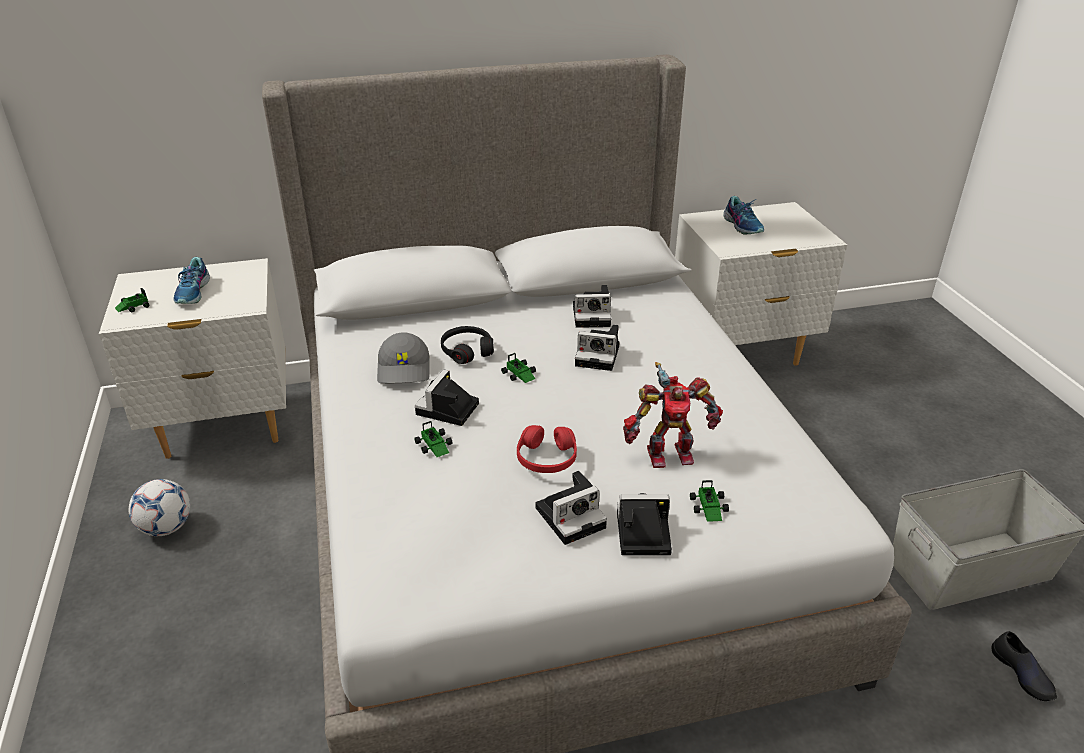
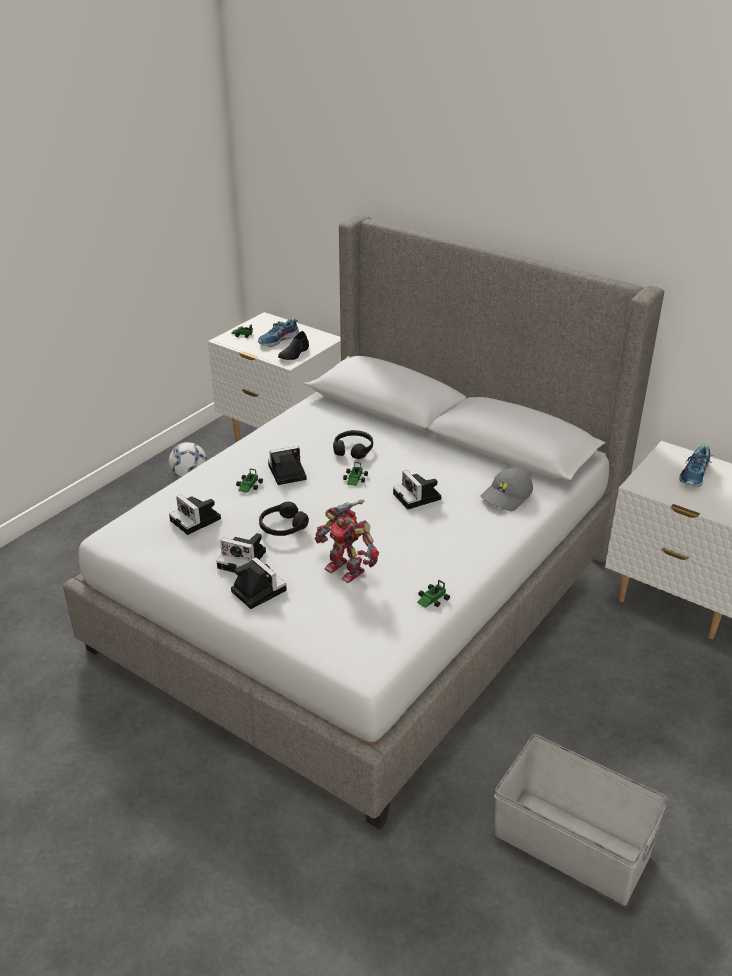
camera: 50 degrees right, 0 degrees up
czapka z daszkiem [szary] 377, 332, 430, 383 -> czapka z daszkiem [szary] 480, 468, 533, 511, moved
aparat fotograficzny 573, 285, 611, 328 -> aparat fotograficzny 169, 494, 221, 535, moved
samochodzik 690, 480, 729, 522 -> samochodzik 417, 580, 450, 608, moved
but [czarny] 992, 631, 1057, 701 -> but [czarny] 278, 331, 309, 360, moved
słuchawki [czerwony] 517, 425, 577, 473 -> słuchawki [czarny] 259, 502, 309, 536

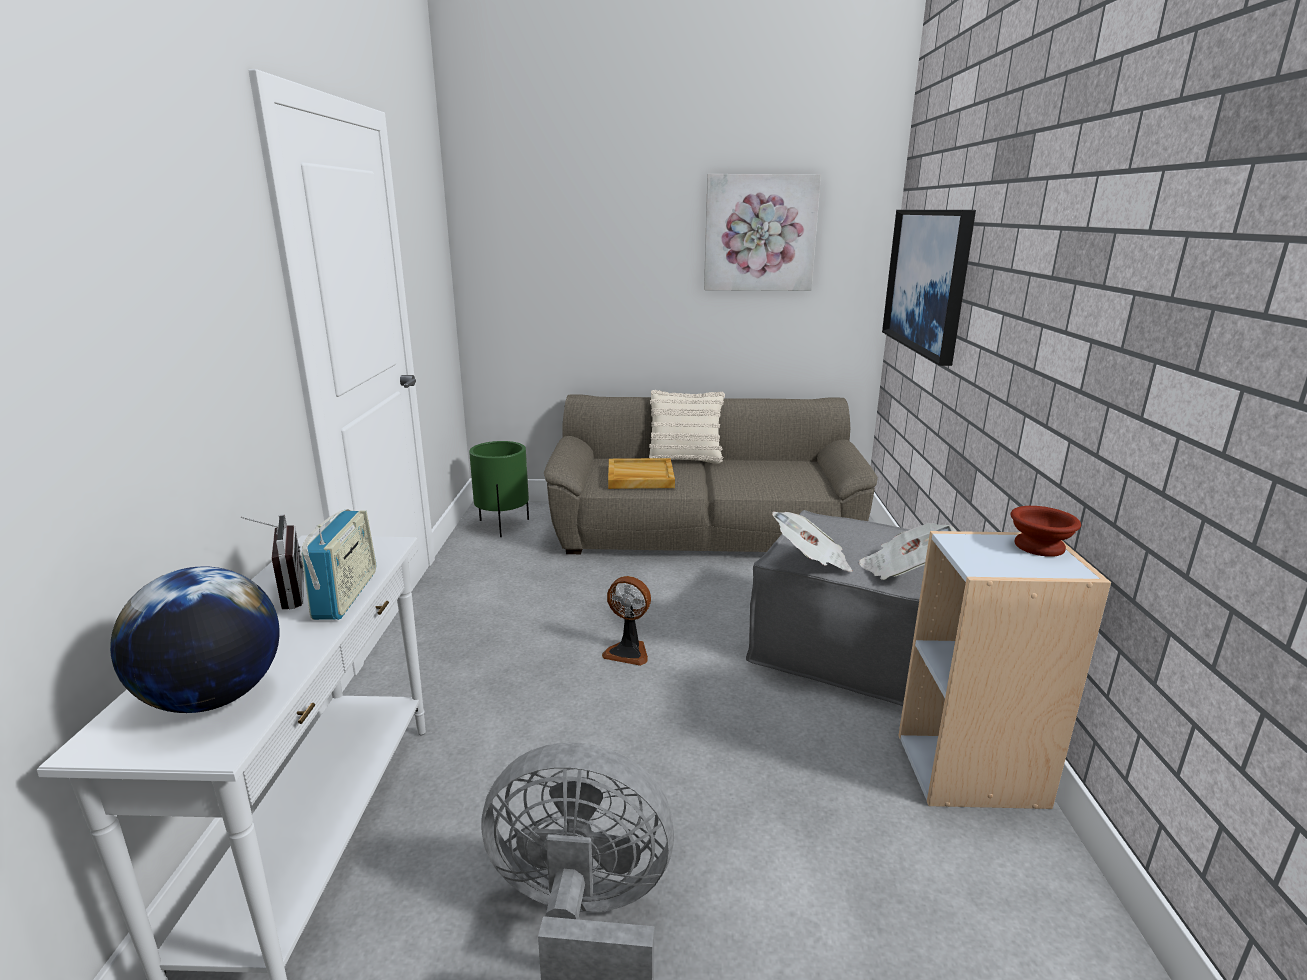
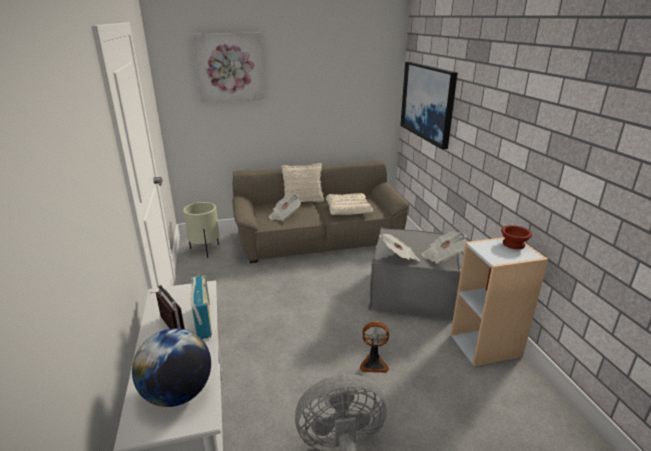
camera: 15 degrees left, 5 degrees up
none -> poduszka [beżowy] 326, 193, 373, 215
wentylator 602, 576, 651, 666 -> wentylator 360, 321, 389, 373, moved
obraz 704, 174, 821, 291 -> obraz 192, 33, 264, 102, moved
taca [beżowy] 608, 458, 675, 489 -> gazeta 269, 194, 301, 221
donica [zielony] 469, 441, 529, 537 -> donica [beżowy] 183, 202, 220, 258

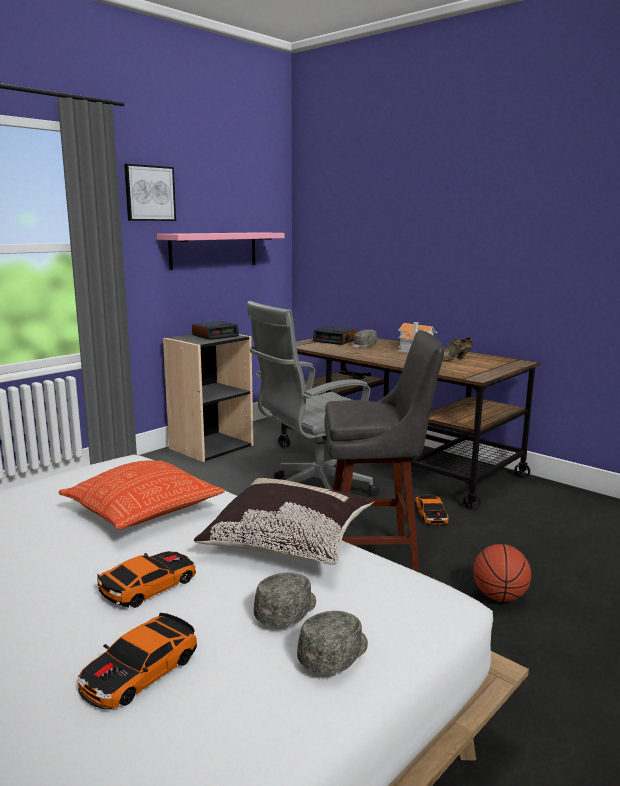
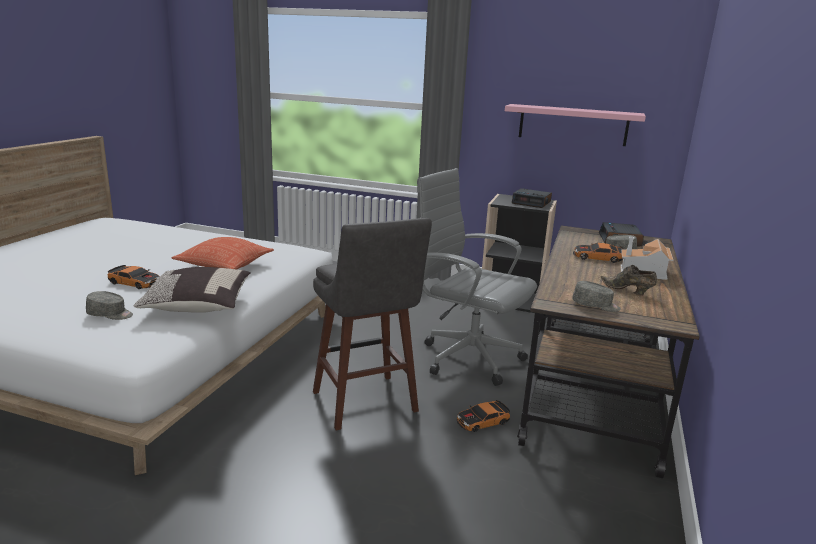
camera: 65 degrees right, 5 degrees up
obraz 124, 164, 176, 221 -> none
piłka do koszykówki 473, 544, 531, 602 -> none
samochodzik 78, 613, 197, 709 -> samochodzik 573, 243, 624, 263, moved
czapka z daszkiem [szary] 297, 611, 368, 674 -> czapka z daszkiem [szary] 572, 281, 621, 312, moved

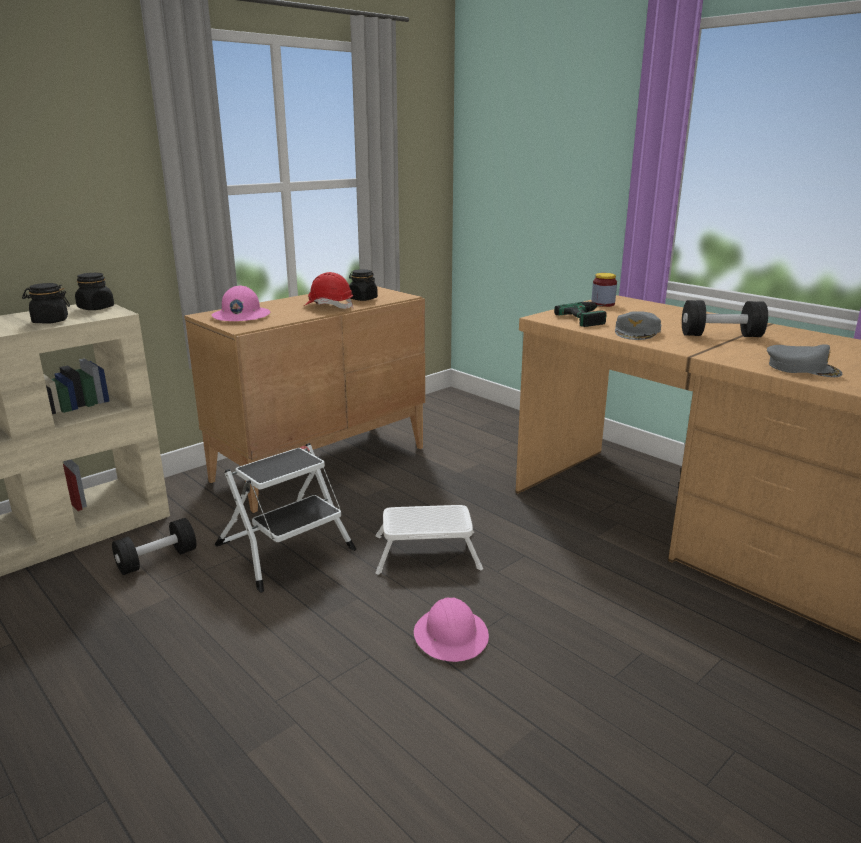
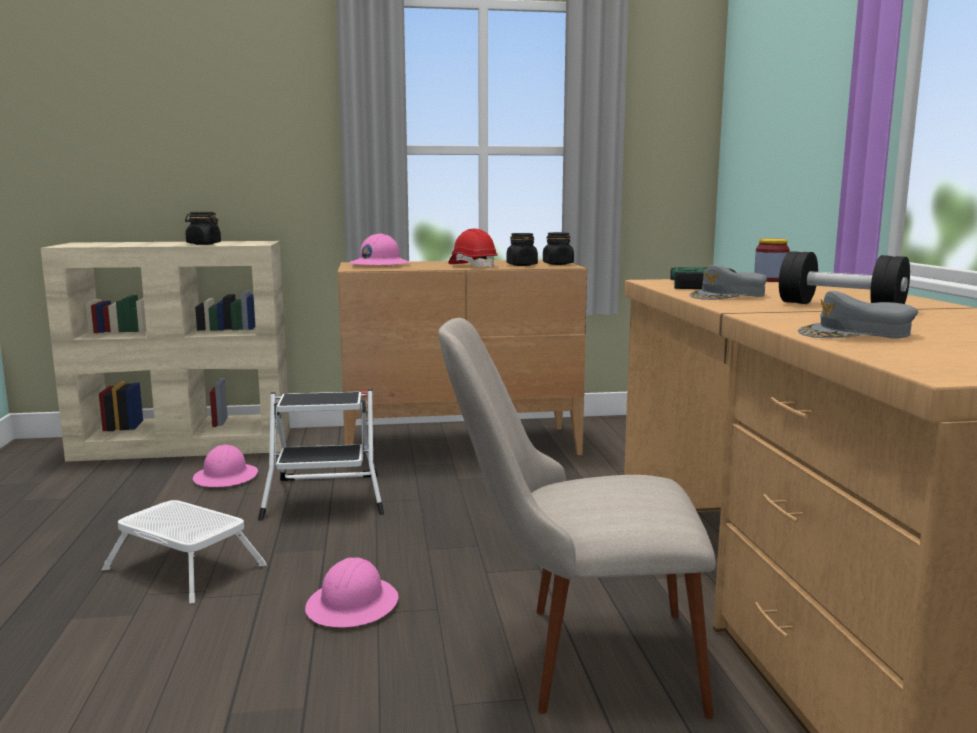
camera: 35 degrees right, 10 degrees down
none -> krzesło [beżowy] 438, 318, 715, 719
słoik [czarny] 75, 273, 114, 310 -> słoik [czarny] 543, 232, 574, 265, moved
drabinka [biały] 376, 505, 483, 575 -> drabinka [biały] 102, 500, 267, 604, moved
hantel [czarny] 112, 518, 196, 575 -> kask [różowy] 193, 445, 258, 487
czapka z daszkiem [szary] 767, 344, 843, 377 -> czapka z daszkiem [szary] 798, 291, 918, 339, 105 degrees clockwise

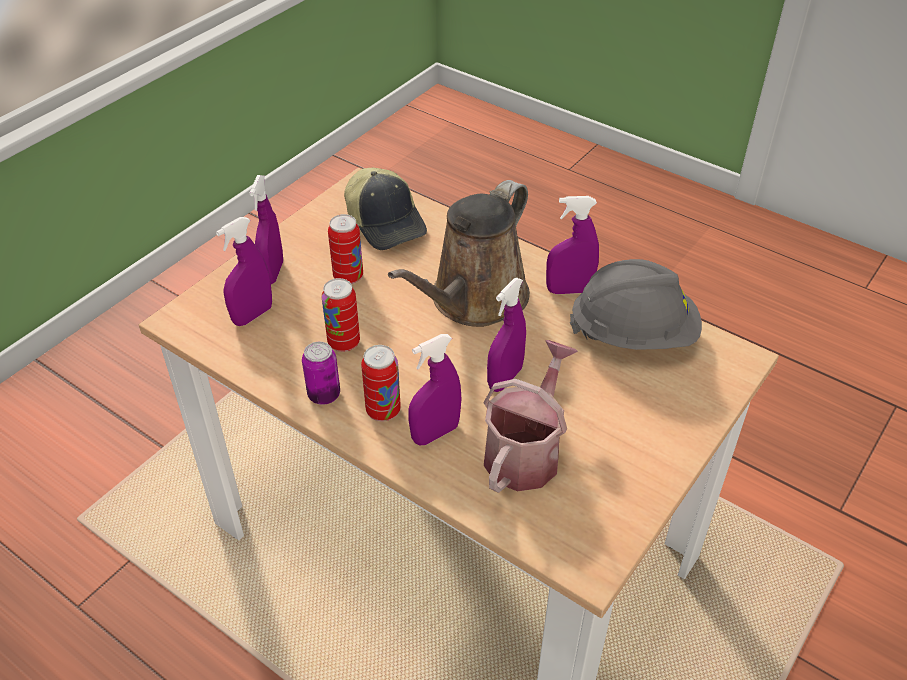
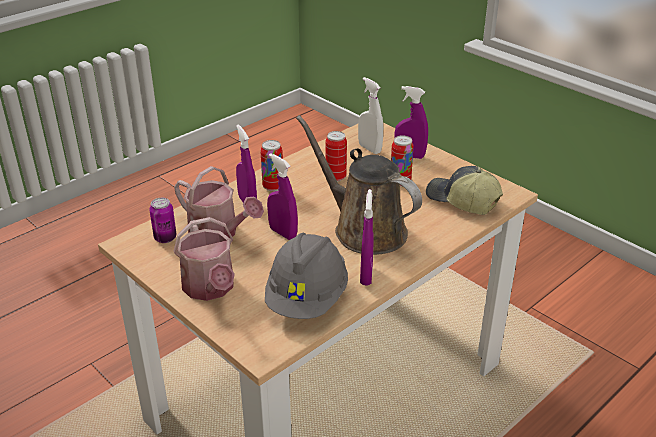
camera: 100 degrees right, 10 degrees down
none -> konewka 174, 217, 235, 301
puszka 302, 342, 340, 405 -> puszka 149, 198, 176, 243, moved
spryskiwacz [fioletowy] 216, 217, 272, 326 -> spryskiwacz [biały] 358, 77, 383, 154
czapka z daszkiem 344, 168, 427, 250 -> czapka z daszkiem 426, 166, 503, 215, 60 degrees clockwise

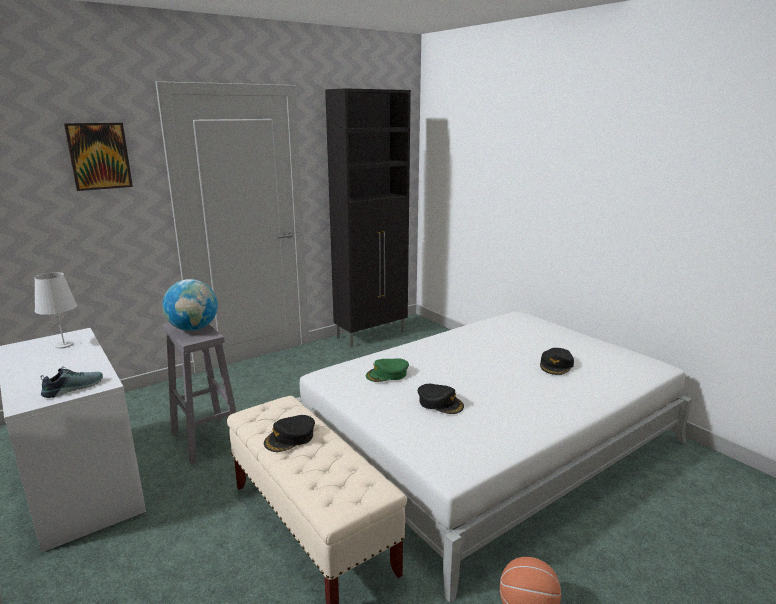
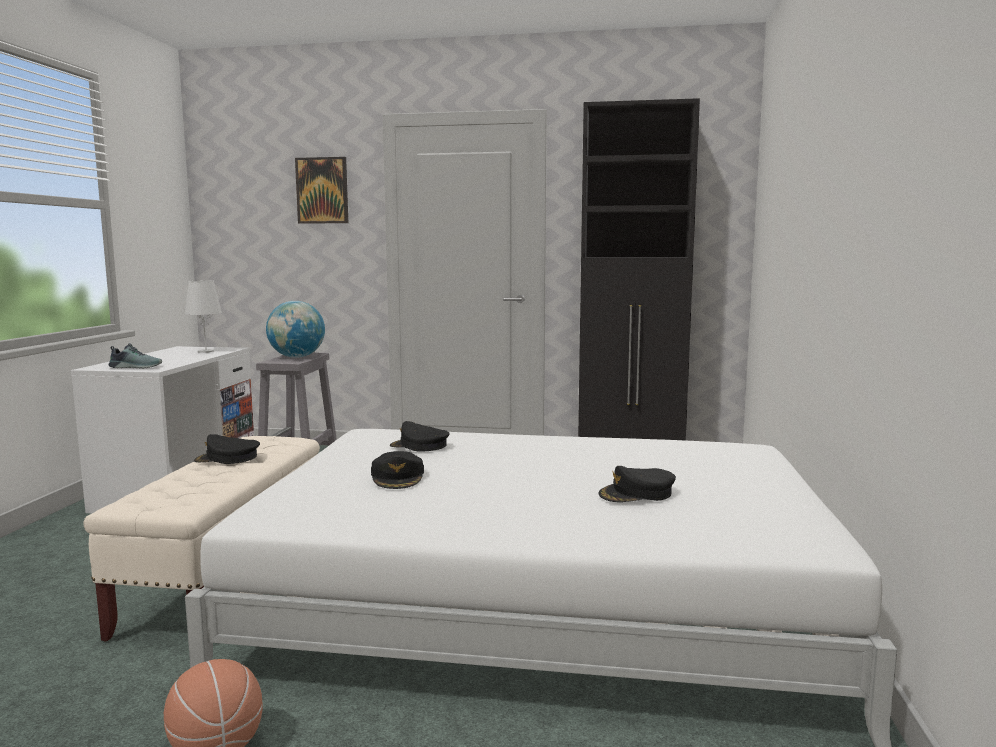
camera: 45 degrees right, 10 degrees down
czapka z daszkiem [zielony] 366, 358, 409, 382 -> czapka z daszkiem [czarny] 390, 421, 450, 451

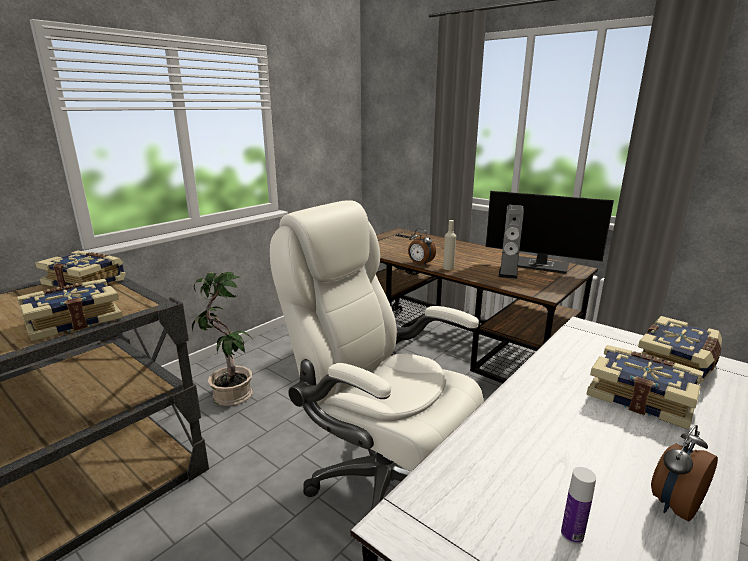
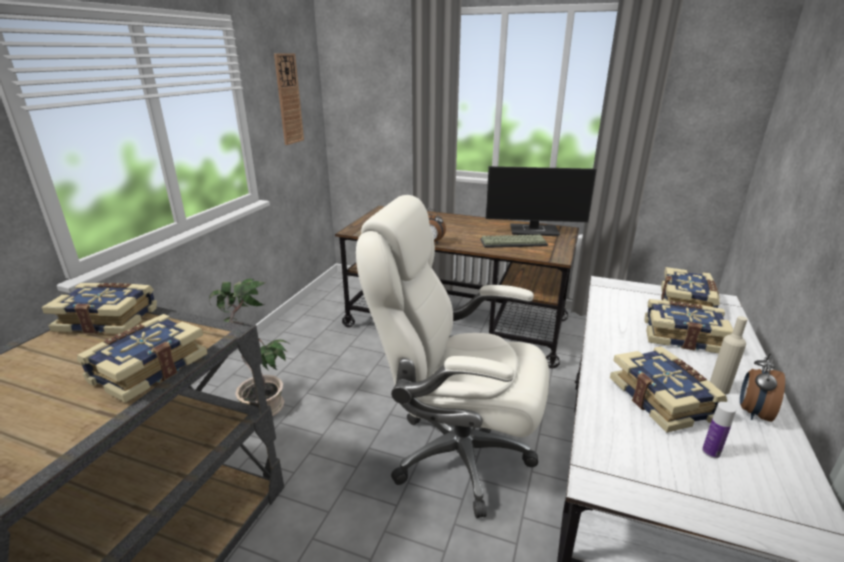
camera: 20 degrees left, 5 degrees up
none -> zegar ścienny 274, 53, 304, 145
none -> książka 610, 346, 727, 433
butelka [beżowy] 443, 220, 456, 270 -> butelka [beżowy] 710, 316, 748, 395, moved
głośnik 499, 205, 524, 279 -> klawiatura 480, 235, 548, 248

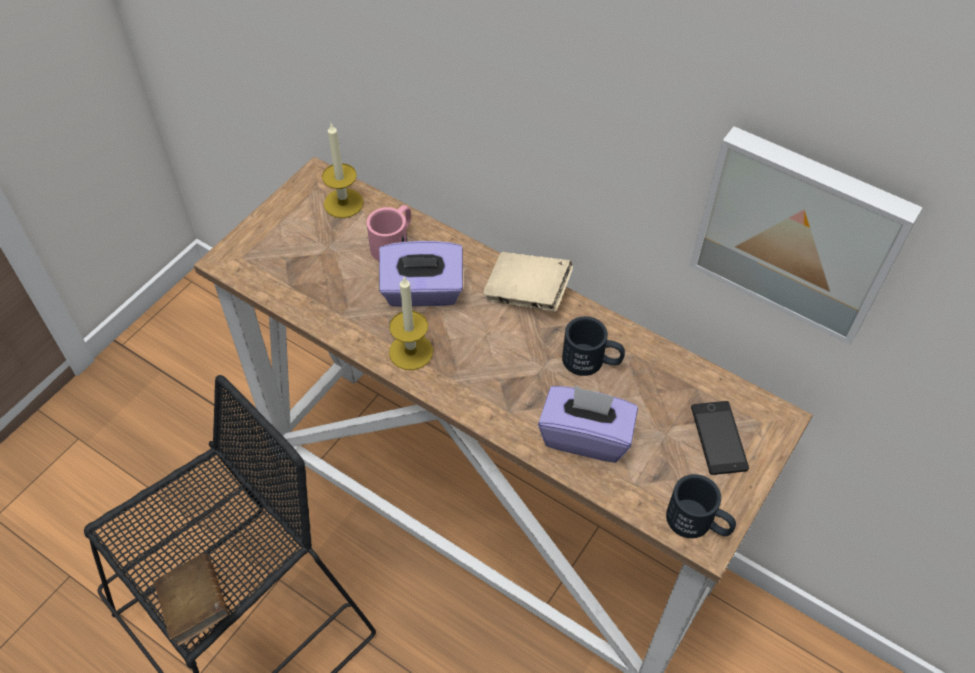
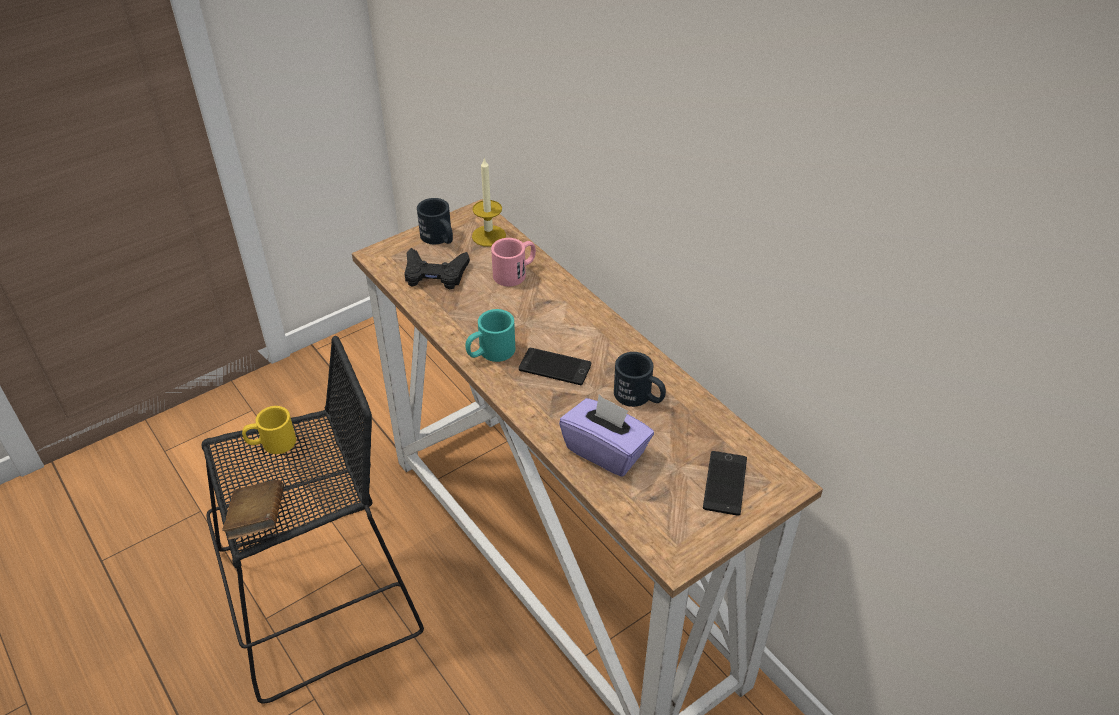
camera: 20 degrees right, 10 degrees down
pudełko chusteczek [fioletowy] 379, 241, 463, 307 -> none
książka [beżowy] 483, 252, 573, 312 -> none
obraz 689, 126, 923, 345 -> none
none -> kubek [żółty] 242, 406, 296, 454
none -> pad do gier [czarny] 404, 248, 470, 289
none -> telefon 519, 348, 591, 385
kubek [czarny] 666, 474, 736, 538 -> kubek [czarny] 417, 198, 453, 244, moved
świeca 389, 277, 433, 370 -> kubek [turkusowy] 465, 309, 515, 362

